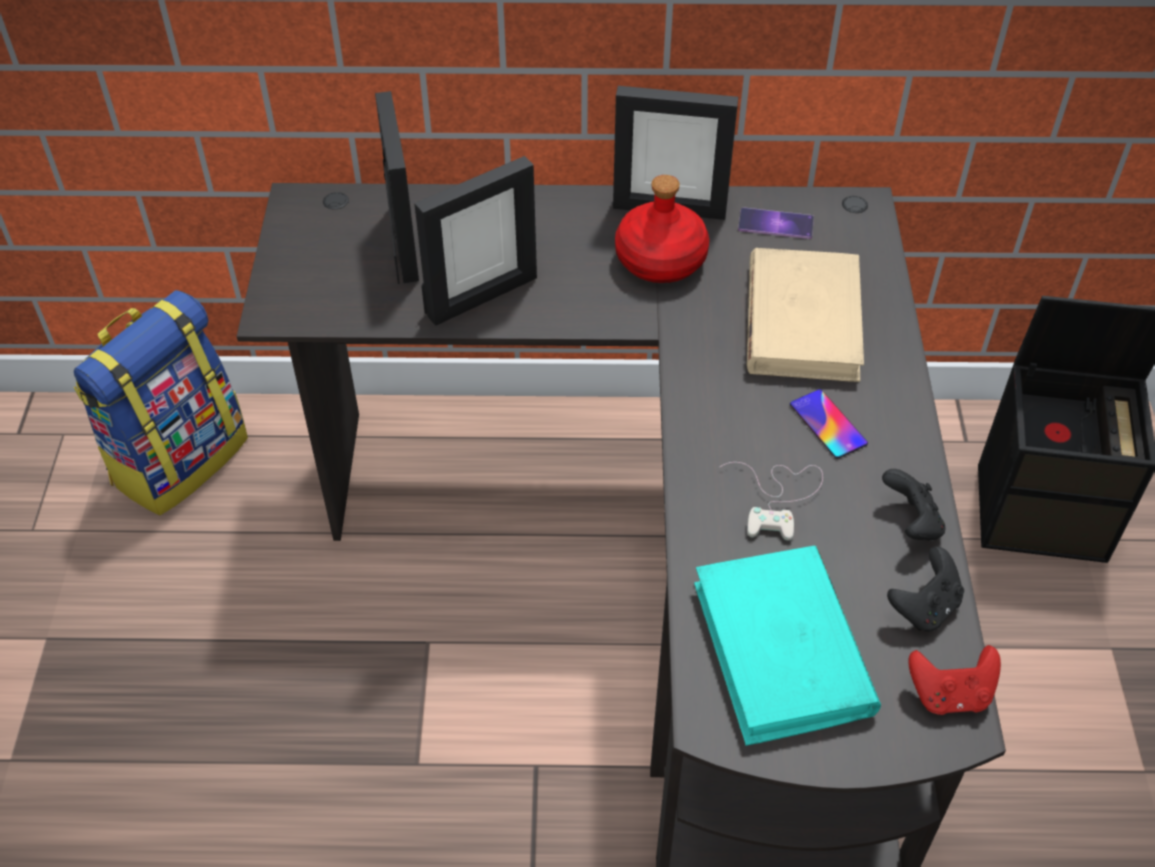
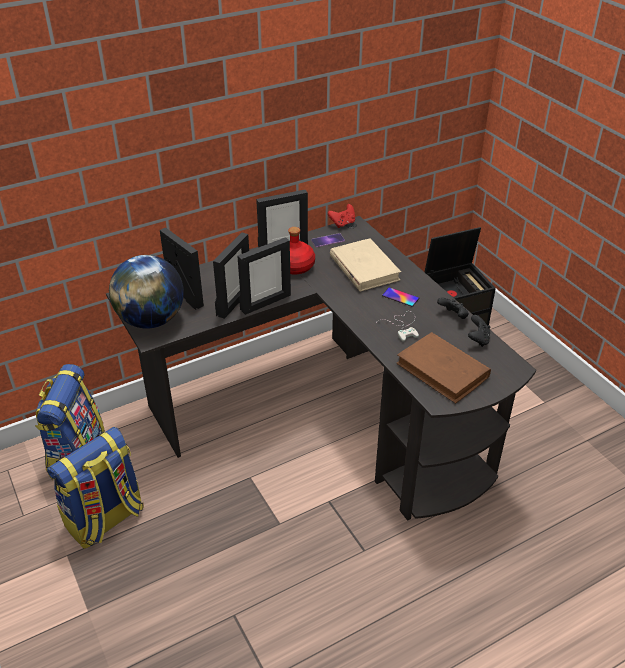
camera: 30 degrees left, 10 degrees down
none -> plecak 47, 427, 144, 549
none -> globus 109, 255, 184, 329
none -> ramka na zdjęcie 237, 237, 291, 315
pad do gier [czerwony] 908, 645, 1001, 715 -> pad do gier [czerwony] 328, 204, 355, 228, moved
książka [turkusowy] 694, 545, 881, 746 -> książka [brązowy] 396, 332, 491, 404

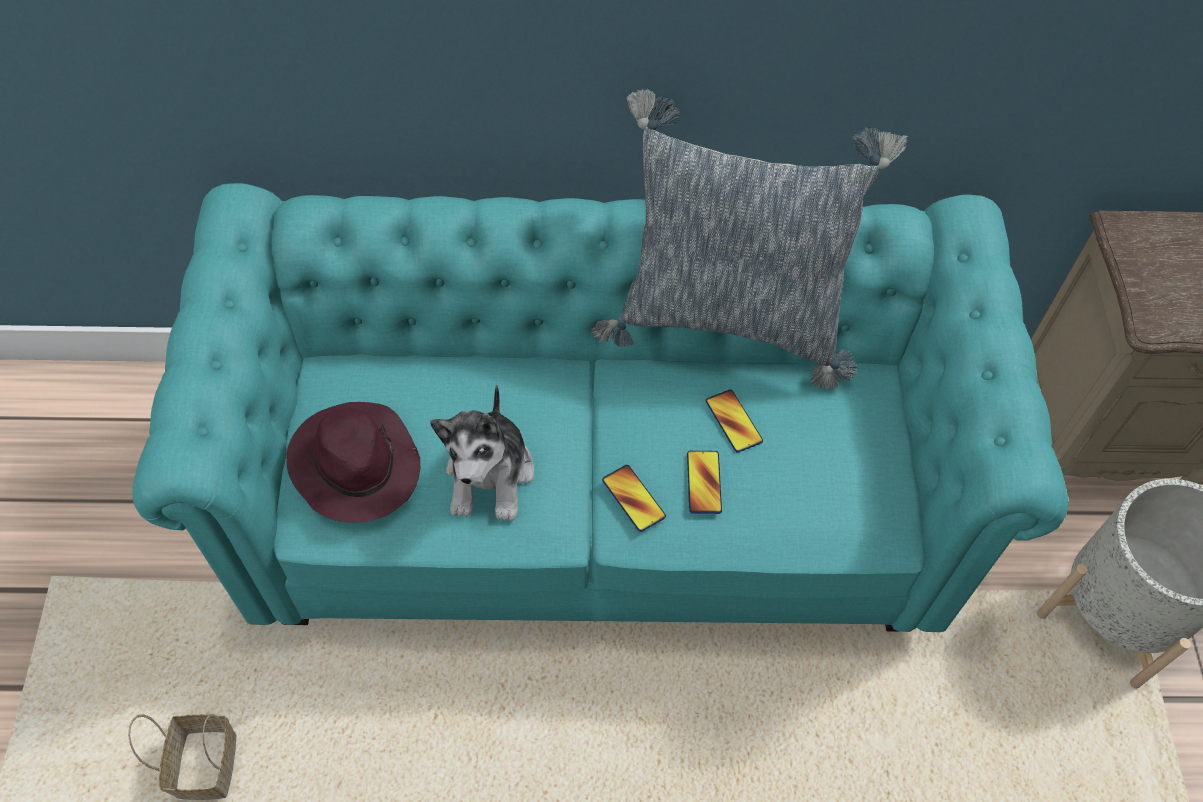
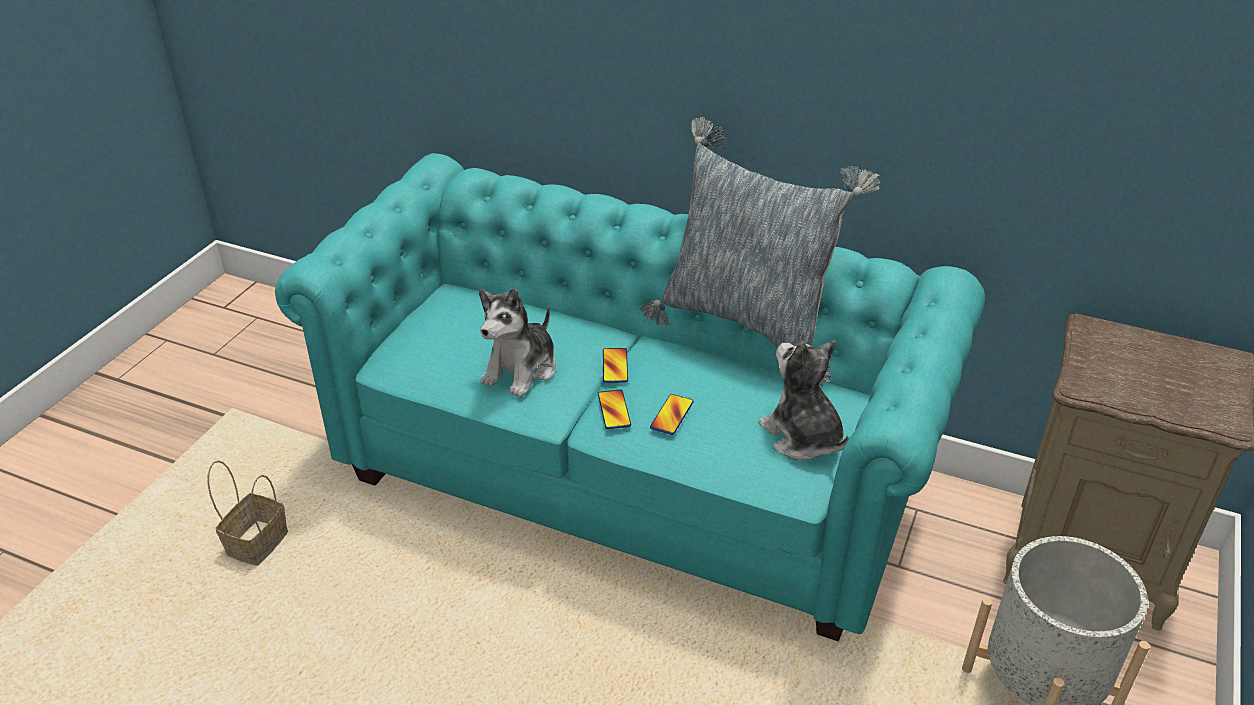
camera: 25 degrees right, 20 degrees down
kapelusz [fioletowy] 286, 402, 420, 523 -> none
none -> pluszak 759, 340, 849, 461
telefon 705, 389, 763, 453 -> telefon 603, 348, 628, 383, moved

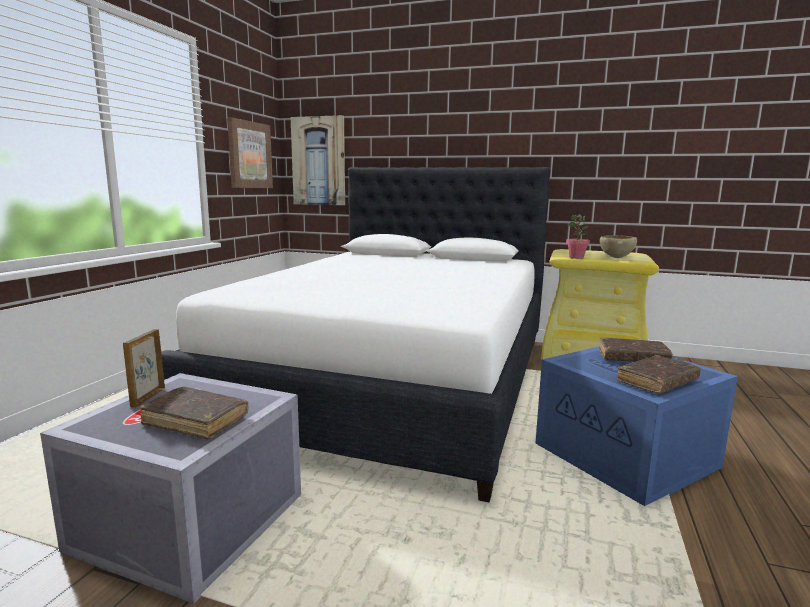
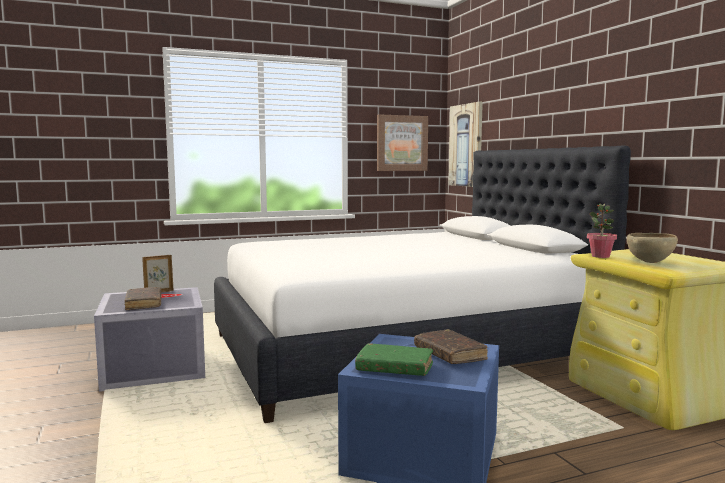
camera: 50 degrees right, 5 degrees down
książka [brązowy] 617, 355, 701, 394 -> książka [zielony] 355, 343, 433, 376

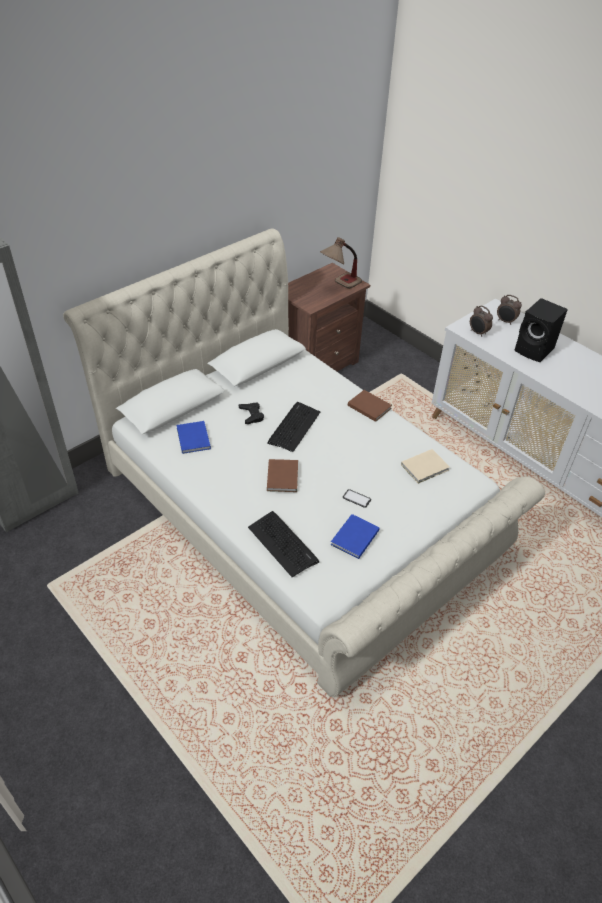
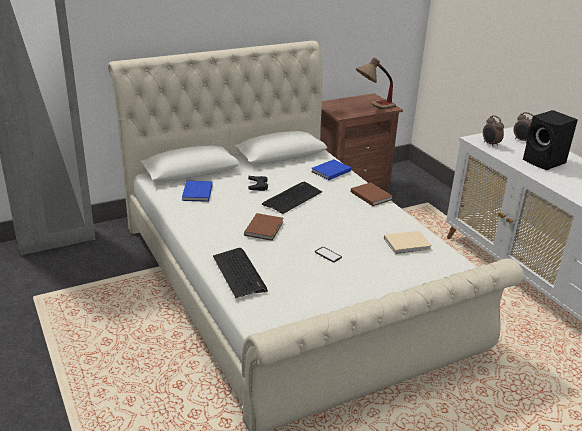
camera: 15 degrees right, 15 degrees down
książka [niebieski] 331, 514, 380, 559 -> książka [niebieski] 311, 159, 351, 180, moved

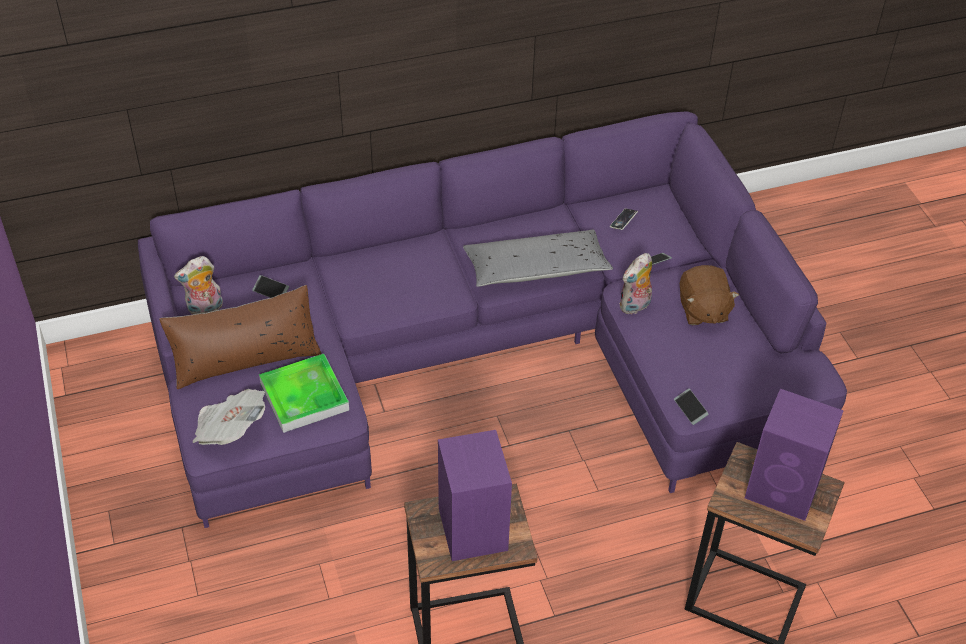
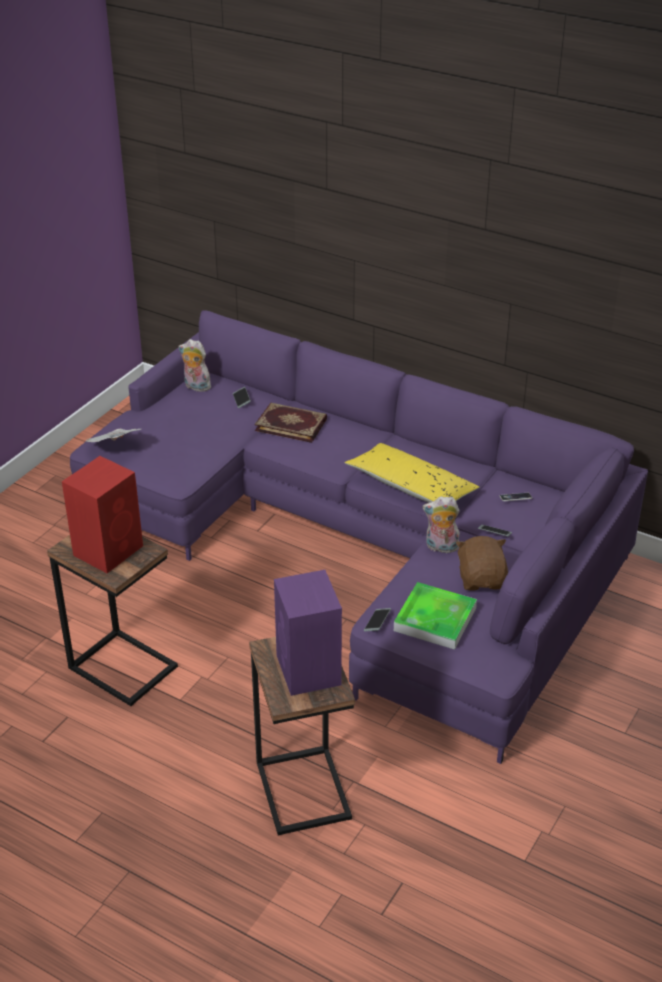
camera: 50 degrees right, 10 degrees down
poduszka [brązowy] 160, 285, 321, 389 -> none
none -> książka 255, 403, 327, 443
taca 259, 354, 349, 433 -> taca 394, 582, 477, 650, moved
głośnik [fioletowy] 438, 430, 512, 561 -> głośnik [czerwony] 62, 456, 143, 573
poduszka [szary] 463, 230, 613, 287 -> poduszka [żółty] 345, 443, 479, 503
pluszak [brązowy] 680, 265, 739, 325 -> pluszak [brązowy] 456, 536, 508, 591, 135 degrees clockwise

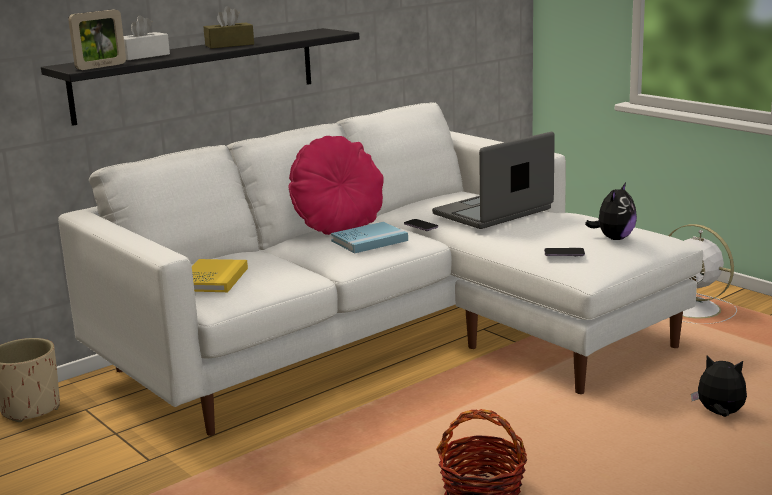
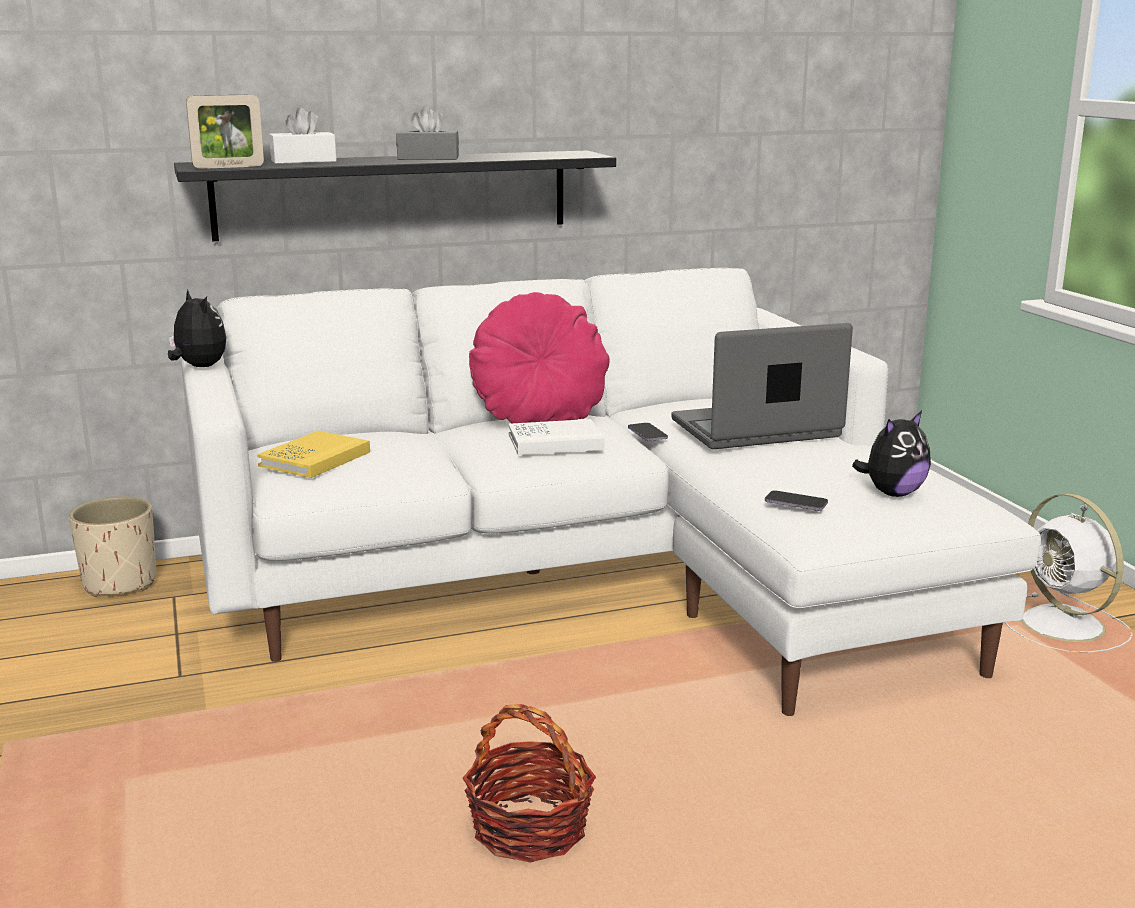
camera: 20 degrees right, 0 degrees up
pluszak 691, 355, 747, 417 -> pluszak 168, 290, 226, 367, moved
pudełko chusteczek [brązowy] 204, 6, 254, 49 -> pudełko chusteczek [szary] 396, 106, 459, 160
książka [niebieski] 331, 222, 408, 253 -> książka [biały] 508, 419, 605, 455

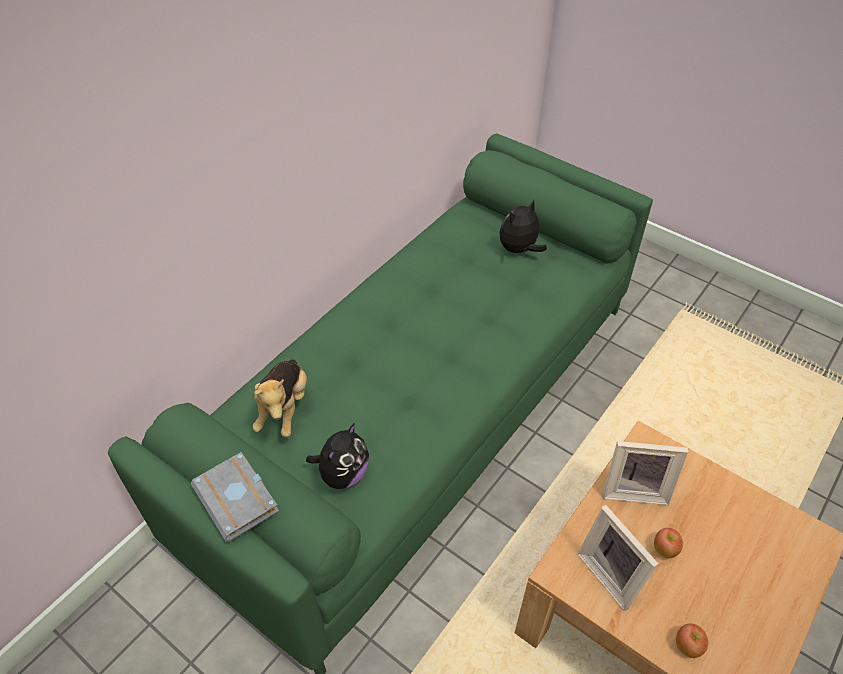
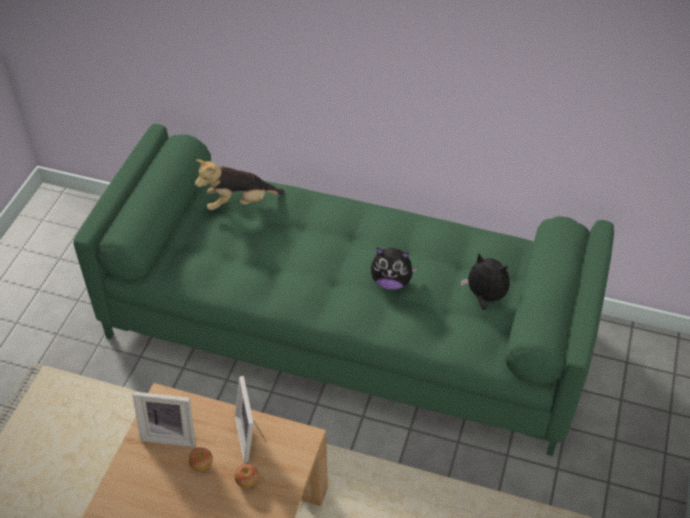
camera: 70 degrees right, 0 degrees up
książka [szary] 191, 452, 279, 542 -> none
pluszak 306, 422, 369, 489 -> pluszak 371, 248, 418, 290, moved
jabłko 676, 623, 708, 658 -> jabłko 234, 464, 259, 488, moved
ramka na zdjęcie 578, 505, 658, 611 -> ramka na zdjęcie 132, 391, 196, 447, 120 degrees counterclockwise

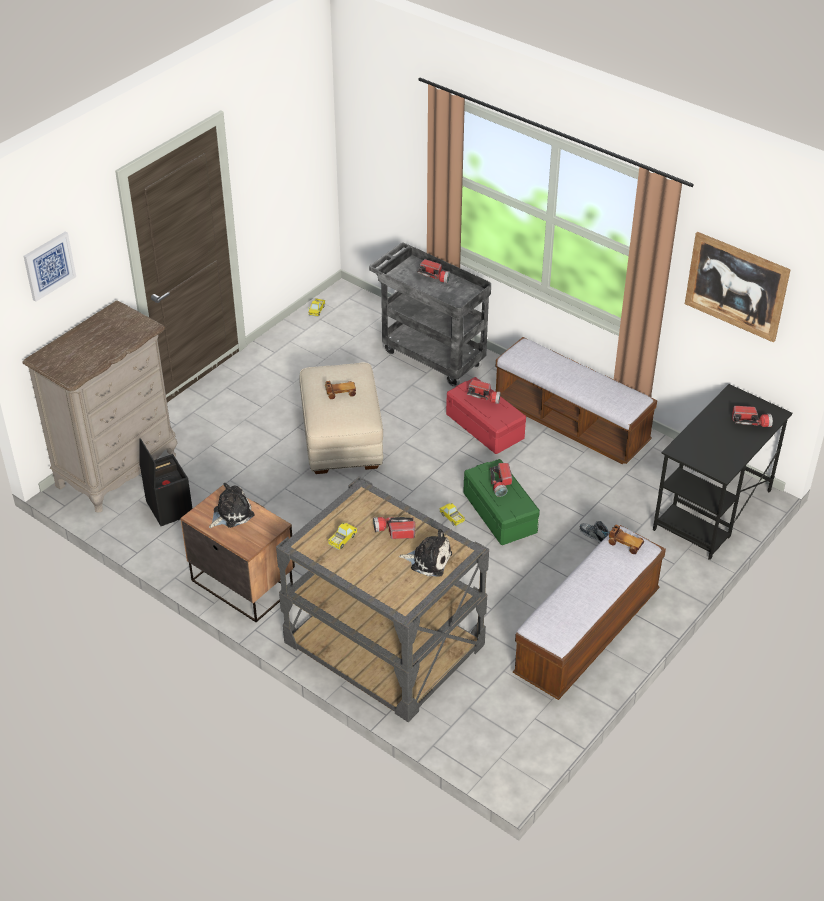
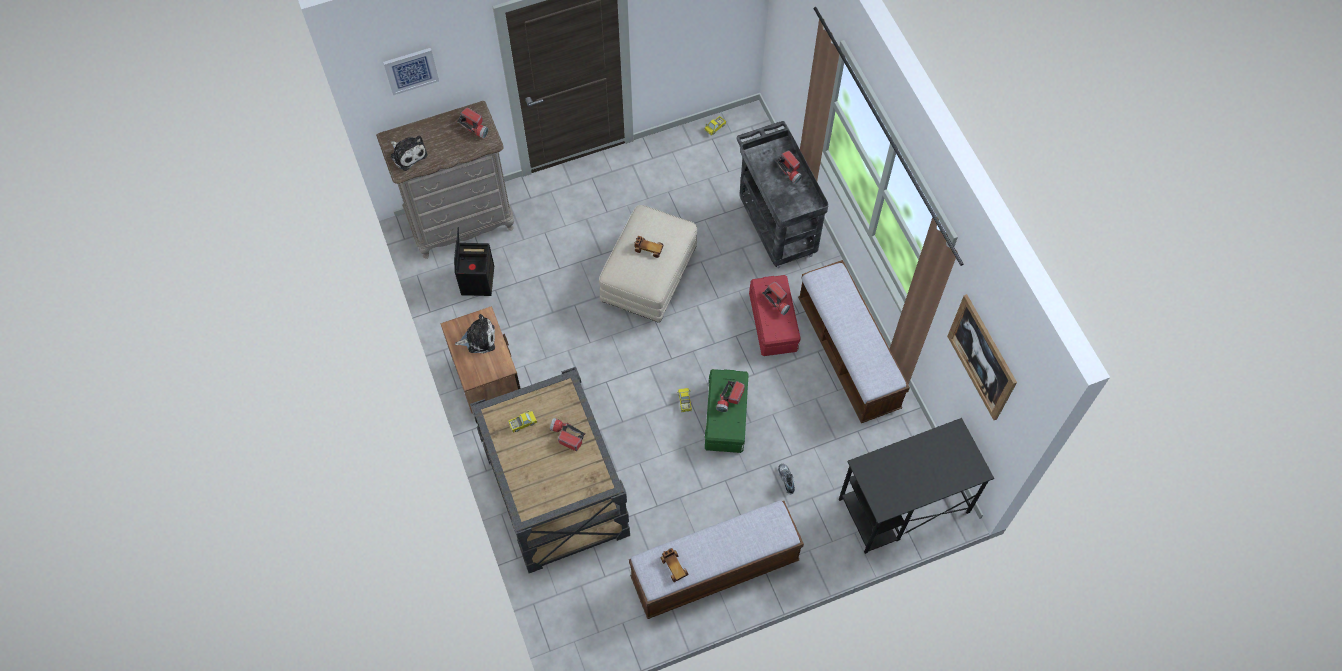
camera: 30 degrees right, 20 degrees up
pluszak 399, 529, 452, 577 -> pluszak 391, 135, 427, 171, moved
samochodzik 608, 524, 644, 554 -> samochodzik 660, 548, 688, 582, moved
latarka 732, 406, 773, 427 -> latarka 456, 107, 488, 138, moved

